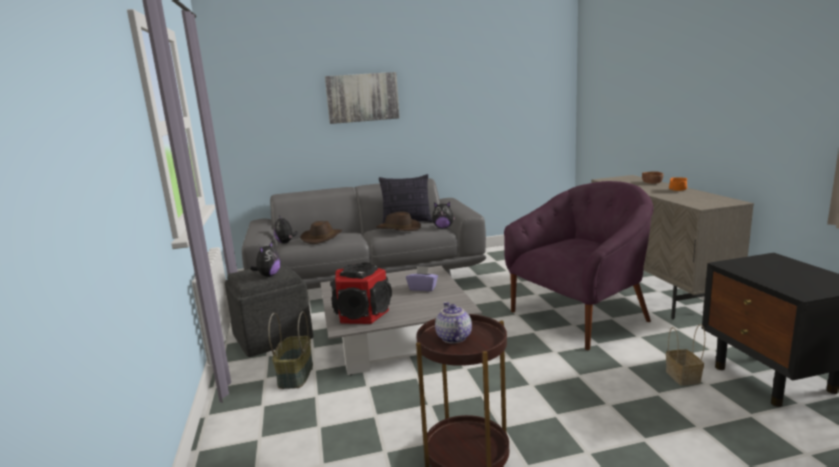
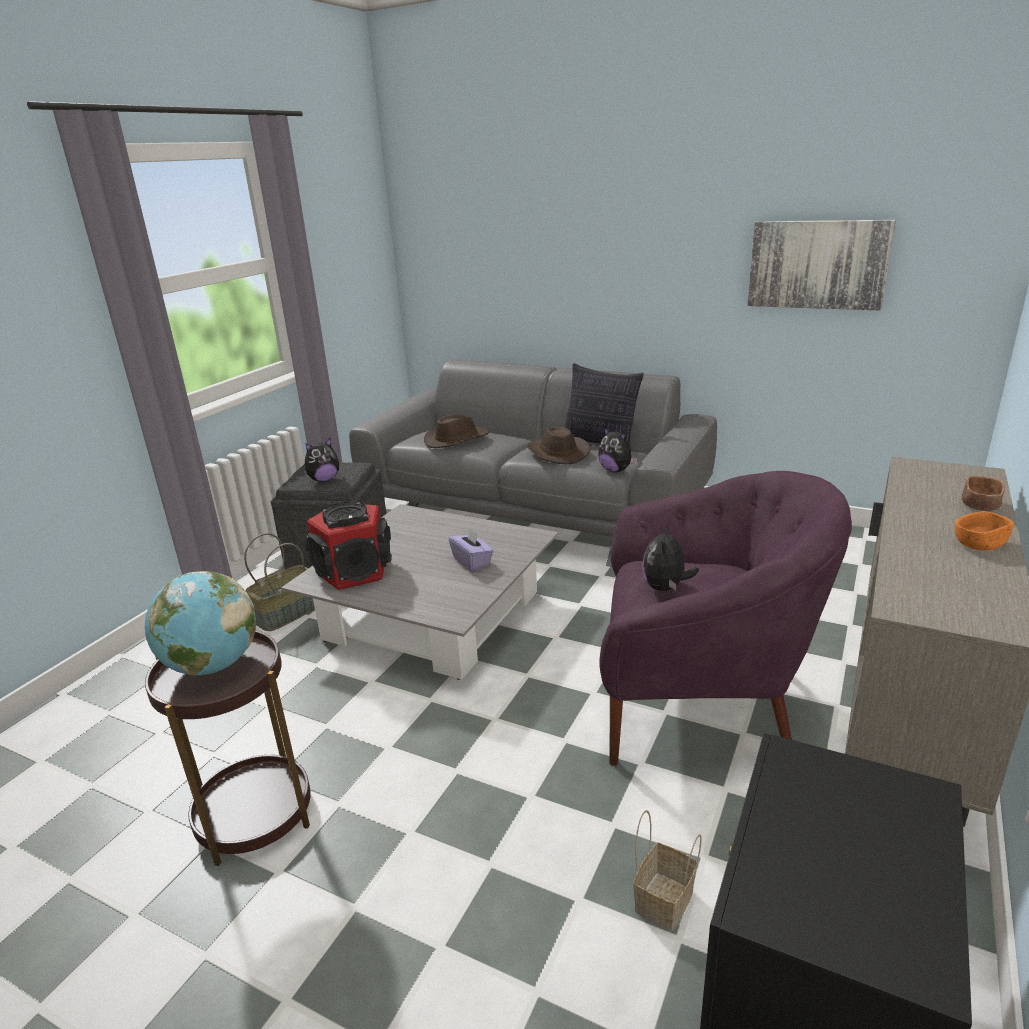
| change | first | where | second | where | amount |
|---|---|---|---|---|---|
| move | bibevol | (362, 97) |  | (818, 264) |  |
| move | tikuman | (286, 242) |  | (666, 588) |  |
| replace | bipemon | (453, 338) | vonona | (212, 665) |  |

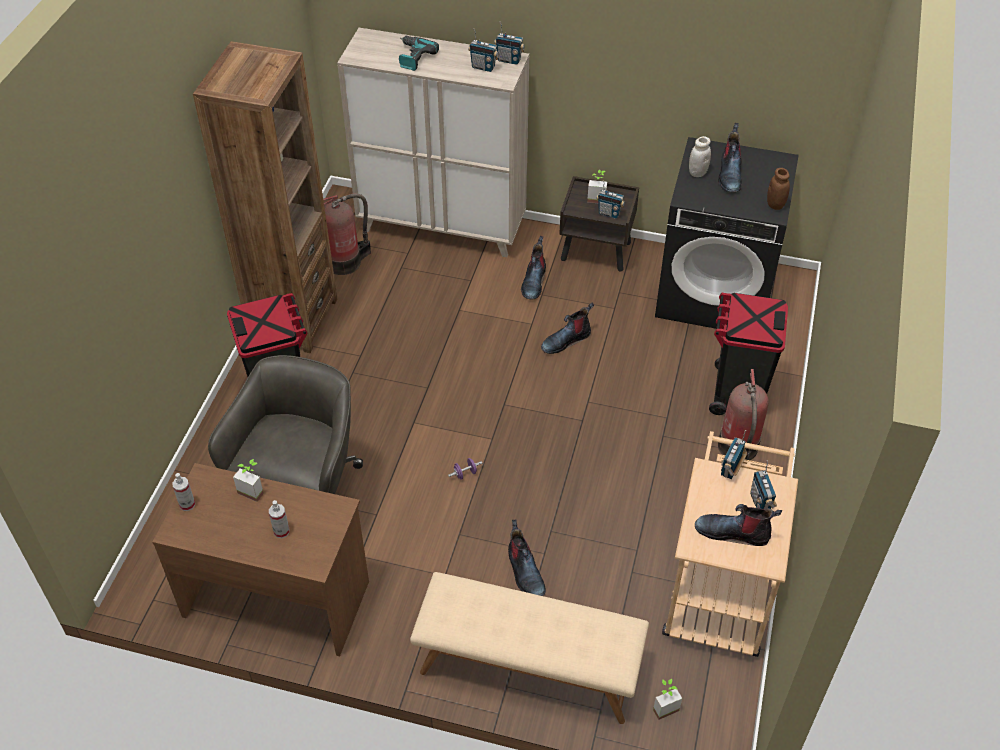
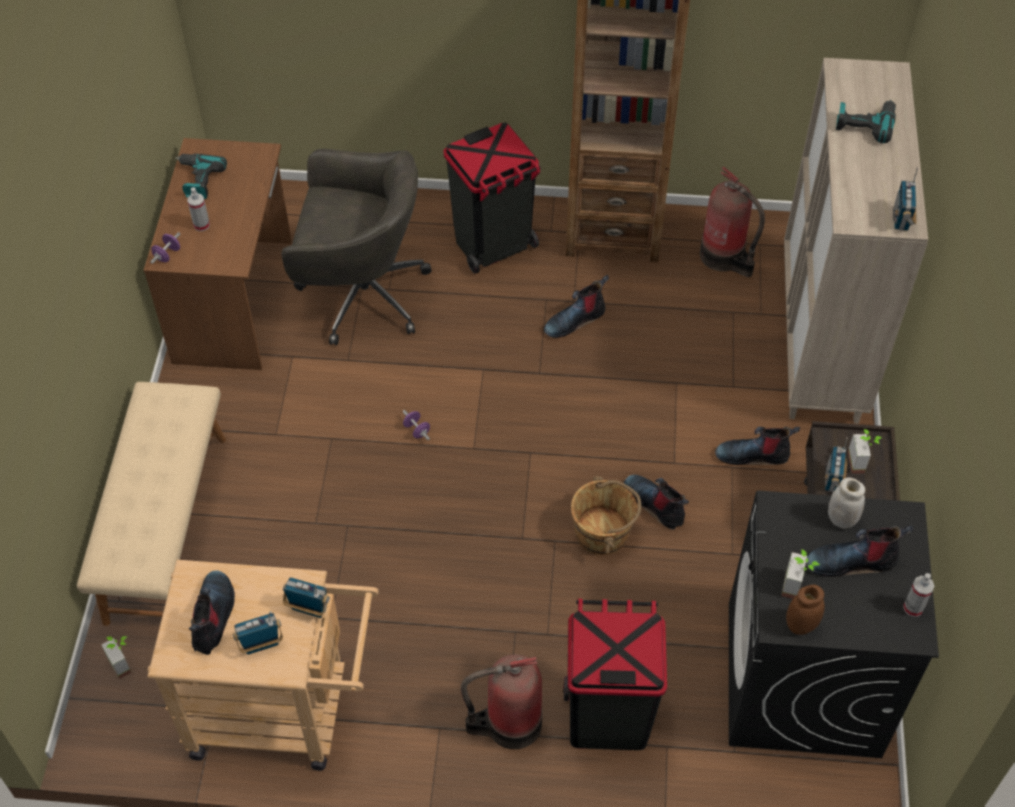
| change | first | where | second | where | amount |
|---|---|---|---|---|---|
| delete | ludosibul | (483, 67) |  |  |  |
| move | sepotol | (253, 489) |  | (797, 586) |  |
| move | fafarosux | (187, 504) |  | (913, 608) |  |
| move | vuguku | (524, 572) |  | (575, 320) |  |
| insert |  |  | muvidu | (198, 180) |  |
| insert |  |  | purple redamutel | (167, 255) |  |
| insert |  |  | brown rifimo | (603, 532) |  |

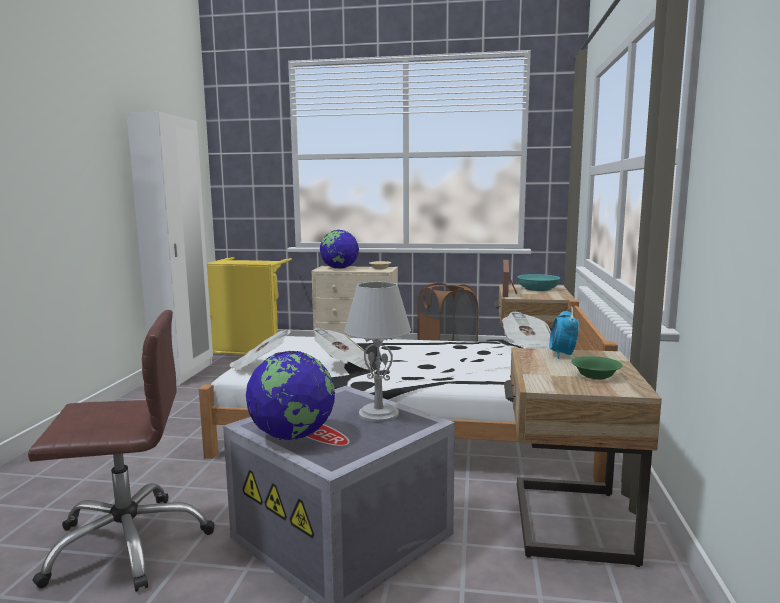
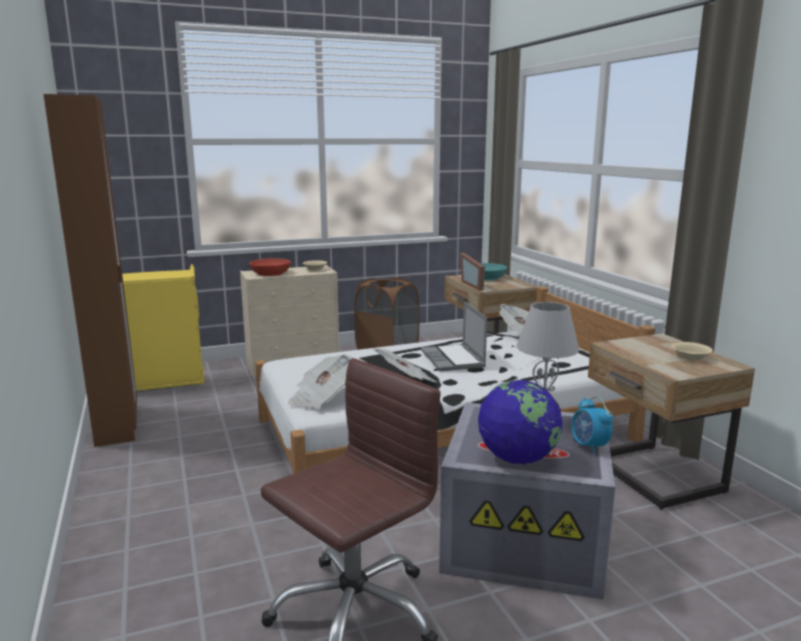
| change | first | where | second | where | amount |
|---|---|---|---|---|---|
| recolor | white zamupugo | (184, 373) | brown zamupugo | (118, 425) |  |
| replace | vonona | (339, 268) | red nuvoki | (270, 273) |  |
| move | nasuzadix | (562, 355) |  | (589, 446) |  |
| recolor | green nuvoki | (596, 376) | beige nuvoki | (690, 358) |  |
| insert |  |  | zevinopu | (453, 359) |  |

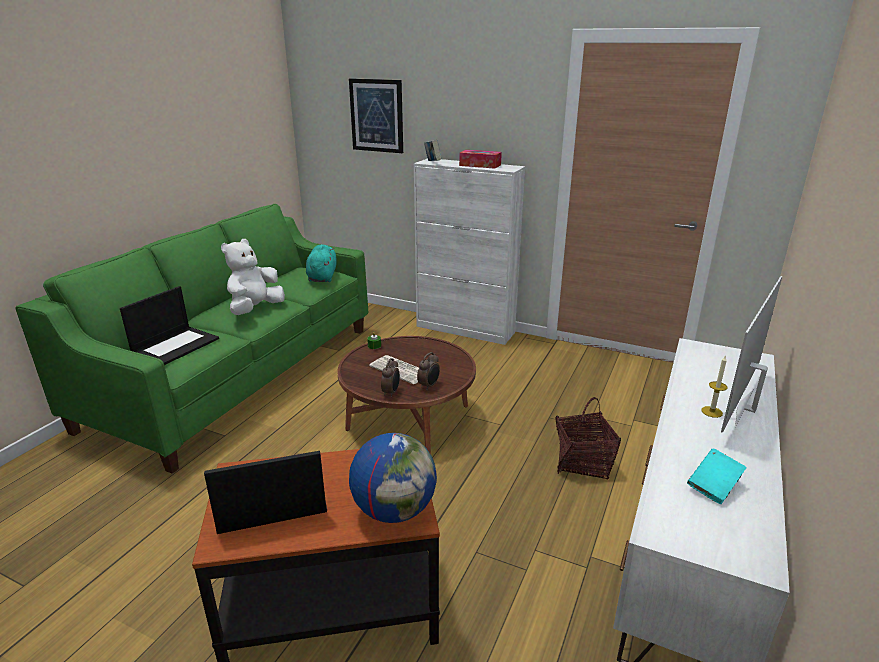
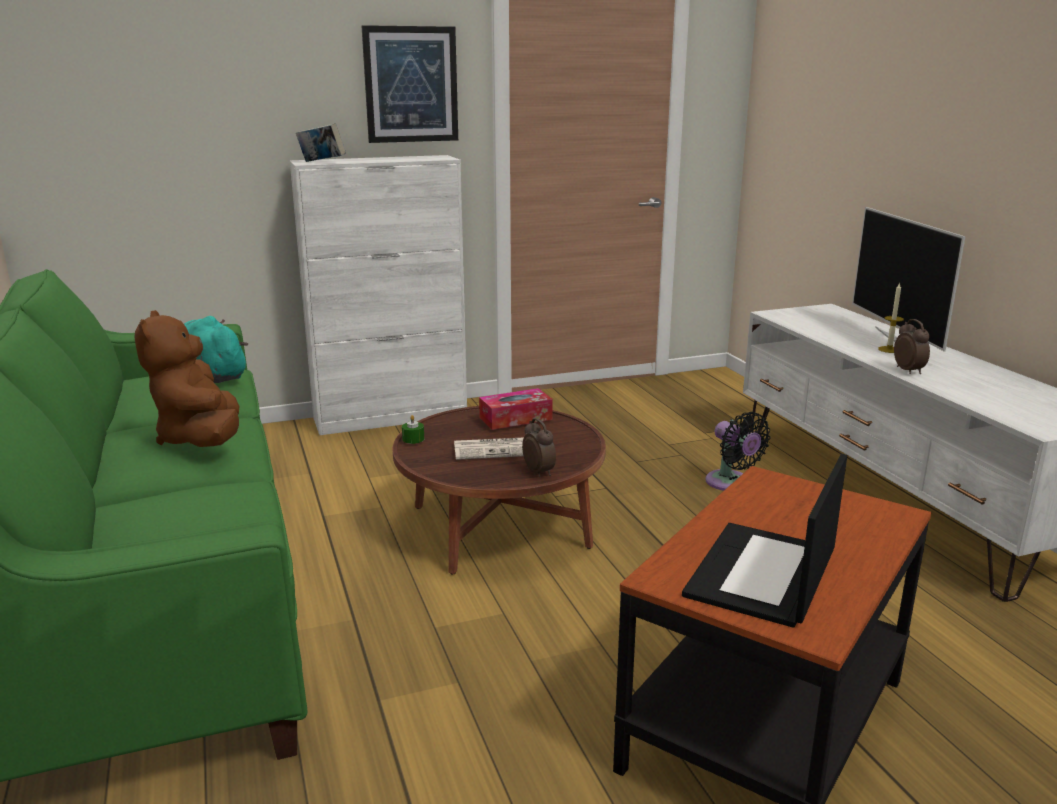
| change | first | where | second | where | amount |
|---|---|---|---|---|---|
| move | bibevol | (377, 115) |  | (411, 84) |  |
| move | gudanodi | (480, 165) |  | (515, 418) |  |
| recolor | white tikuman | (255, 309) | brown tikuman | (201, 439) |  |
| delete | zevinopu | (176, 345) |  |  |  |
| move | nasuzadix | (429, 386) |  | (909, 371) |  |
| replace | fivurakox | (583, 462) | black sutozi | (731, 483) |  |
| delete | vonona | (394, 510) |  |  |  |
| delete | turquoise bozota | (714, 486) |  |  |  |

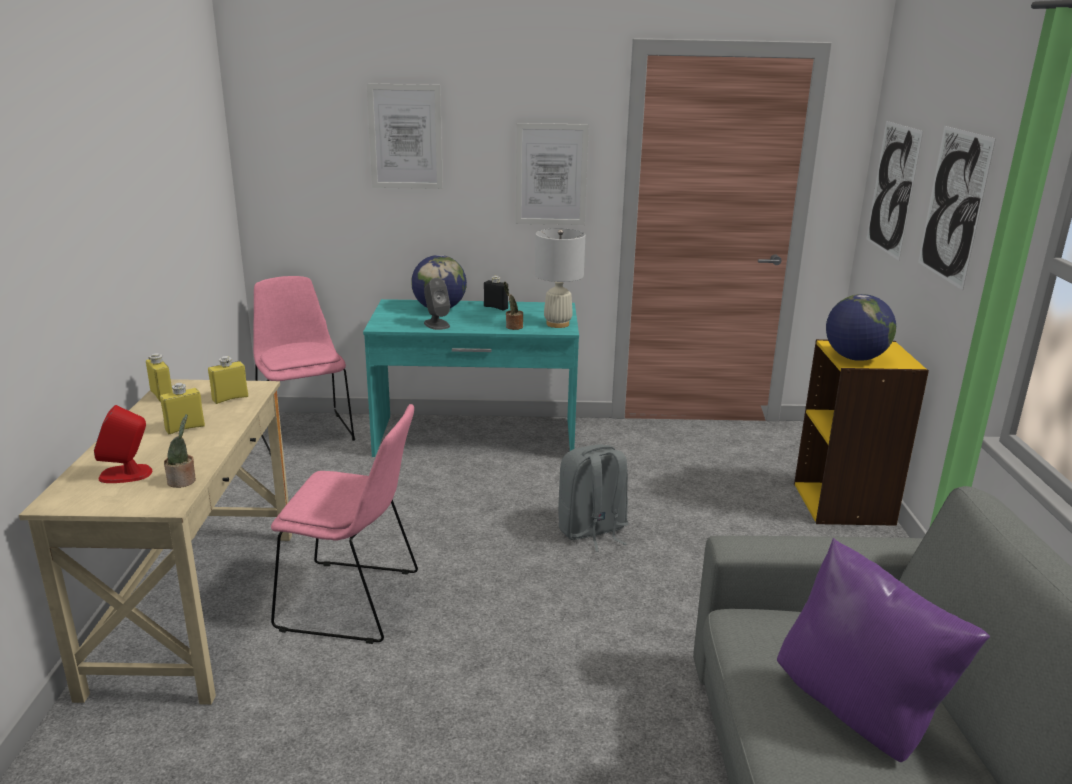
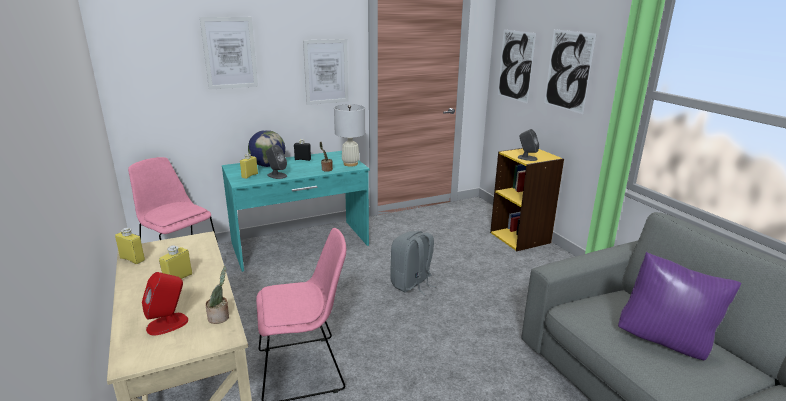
| change | first | where | second | where | amount |
|---|---|---|---|---|---|
| replace | vonona | (855, 358) | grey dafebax | (527, 158) |  |
| move | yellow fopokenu | (230, 398) |  | (249, 175) |  |

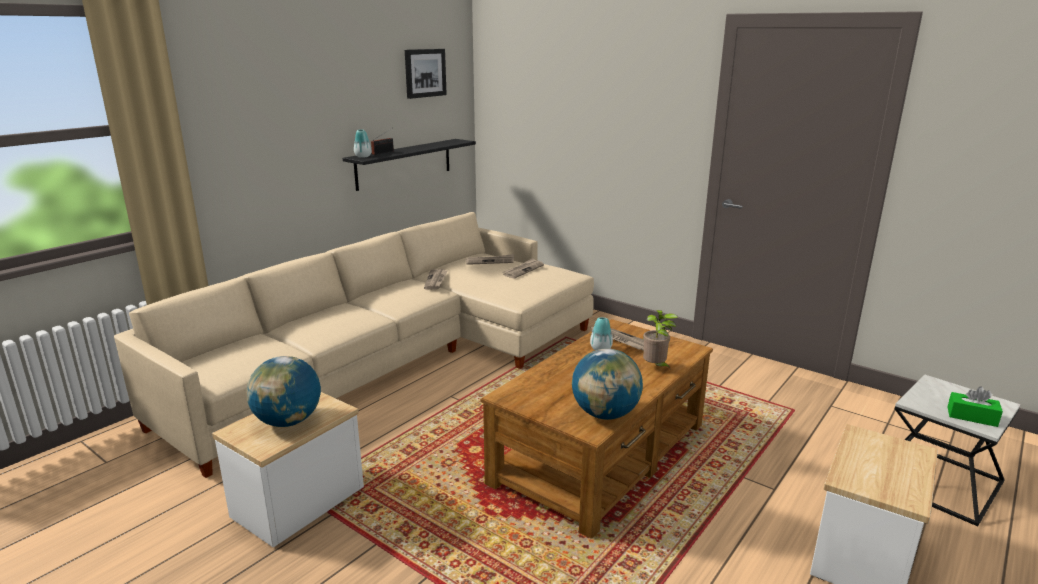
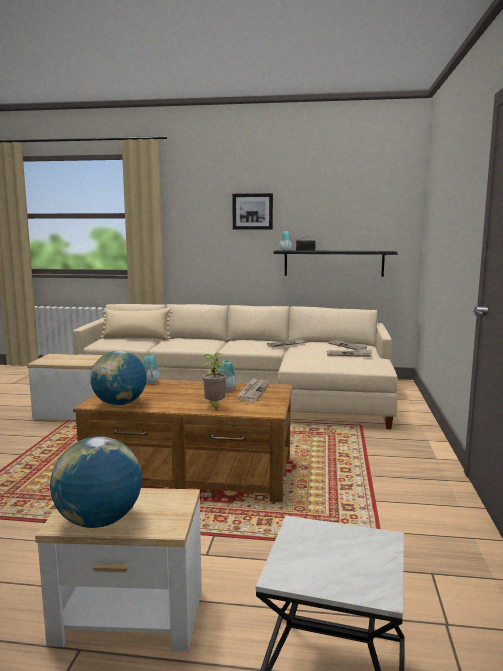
| change | first | where | second | where | amount |
|---|---|---|---|---|---|
| move | bibevol | (424, 73) |  | (252, 211) |  |
| move | vonona | (288, 421) |  | (99, 521) |  |
| delete | green gudanodi | (972, 416) |  |  |  |
| insert |  |  | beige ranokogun | (136, 338) |  |
| insert |  |  | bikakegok | (150, 382) |  |

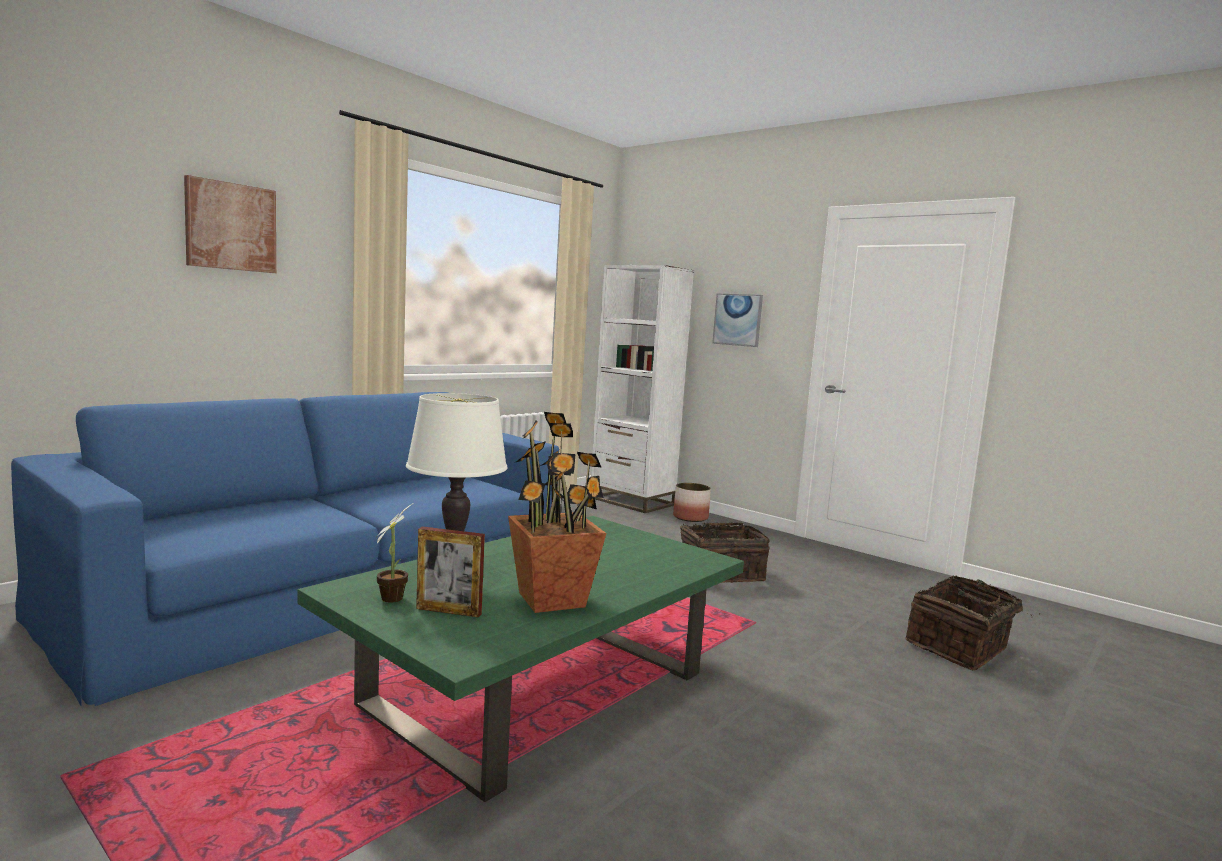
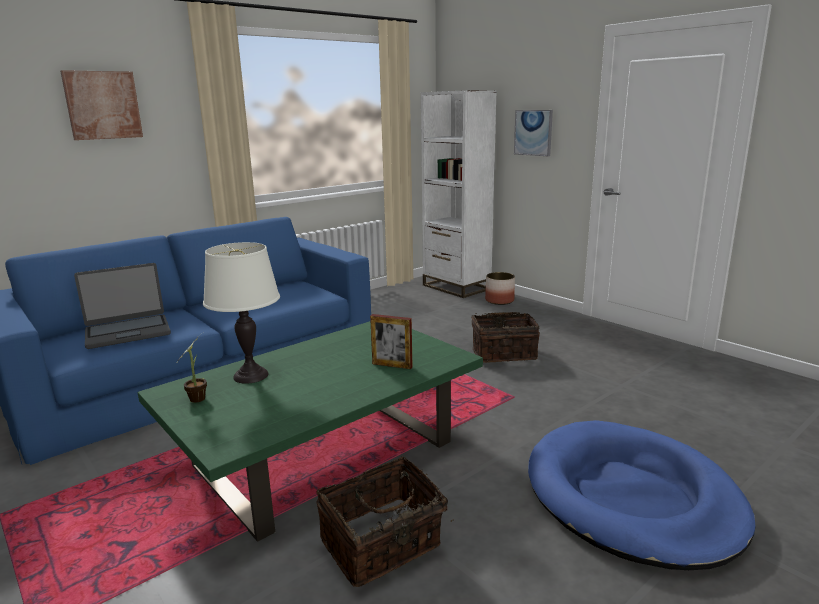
| change | first | where | second | where | amount |
|---|---|---|---|---|---|
| delete | sepotol | (552, 600) |  |  |  |
| move | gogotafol | (448, 611) |  | (392, 365) |  |
| move | fivurakox | (960, 647) |  | (383, 545) |  |
| insert |  |  | zevinopu | (128, 332) |  |
| insert |  |  | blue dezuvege | (631, 497) |  |

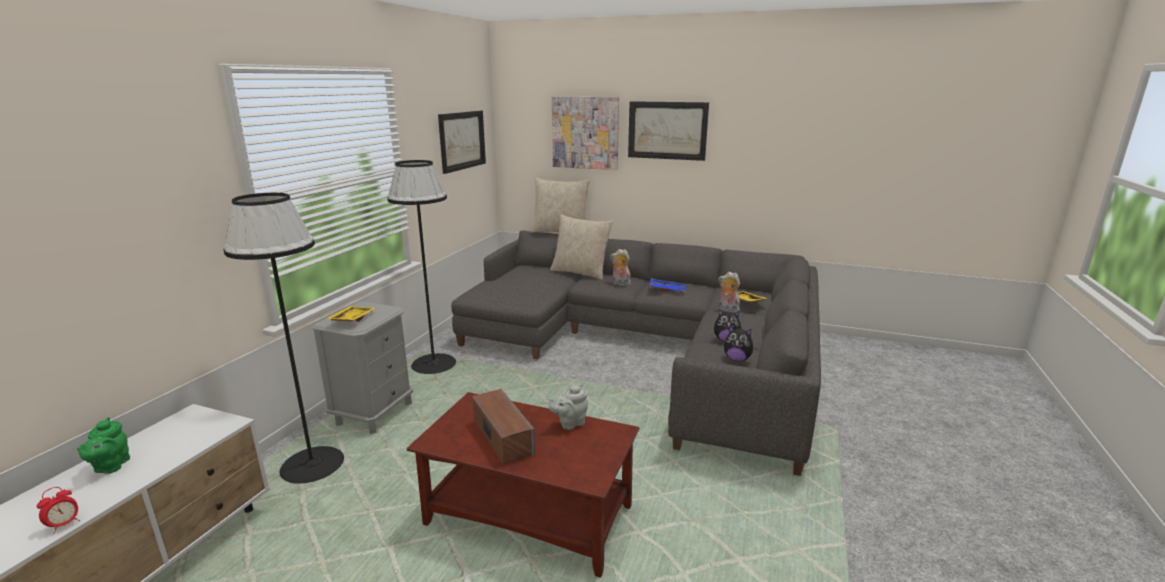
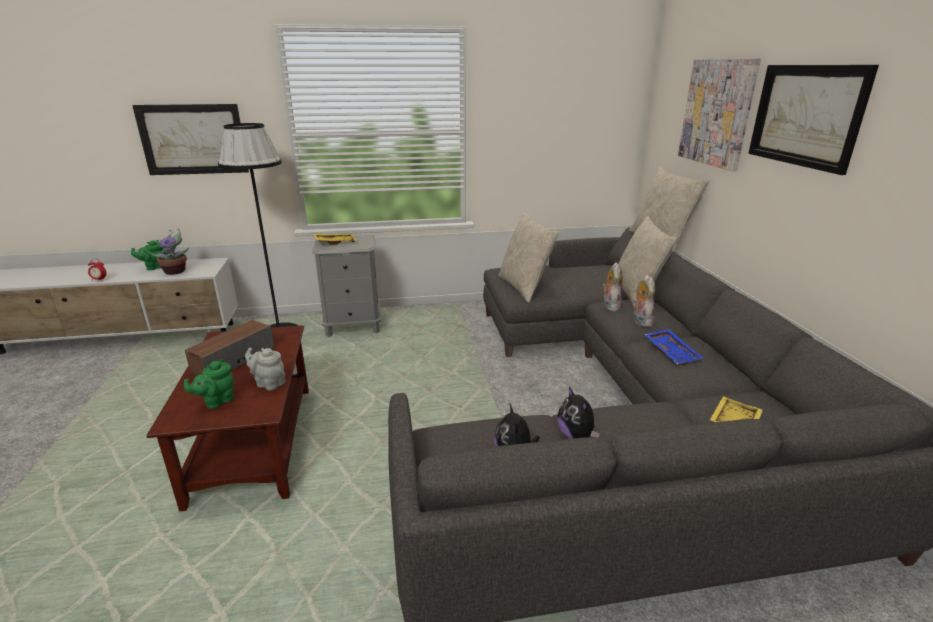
| change | first | where | second | where | amount |
|---|---|---|---|---|---|
| move | bibevol | (462, 140) |  | (193, 139) |  |
| delete | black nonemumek | (434, 364) |  |  |  |
| move | tikuman | (727, 310) |  | (610, 306) |  |
| insert |  |  | beige ranokogun | (524, 287) |  |
| insert |  |  | sepotol | (176, 271) |  |
| insert |  |  | green bipemon | (216, 401) |  |

